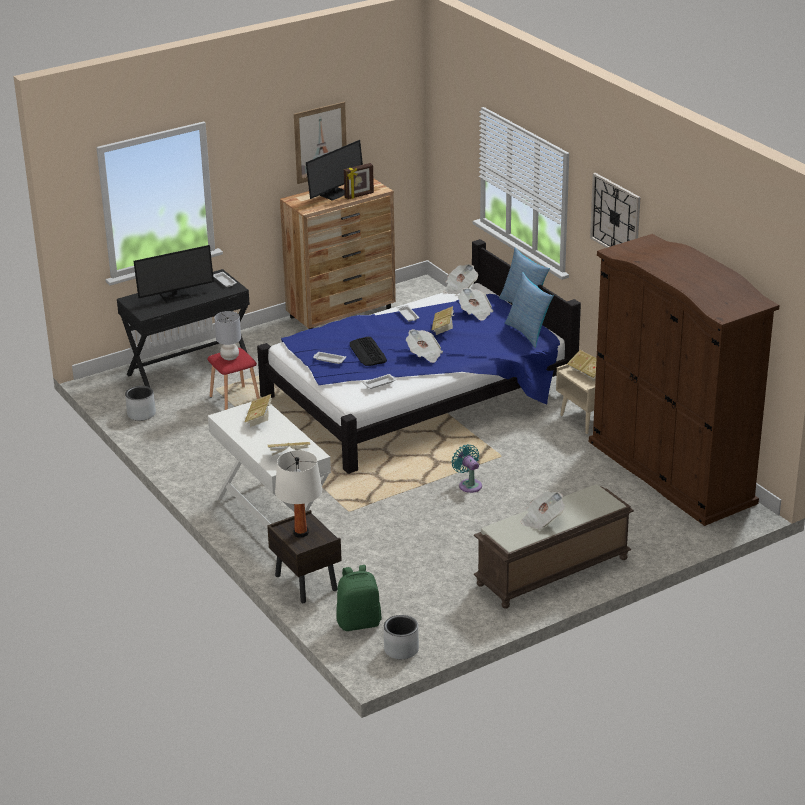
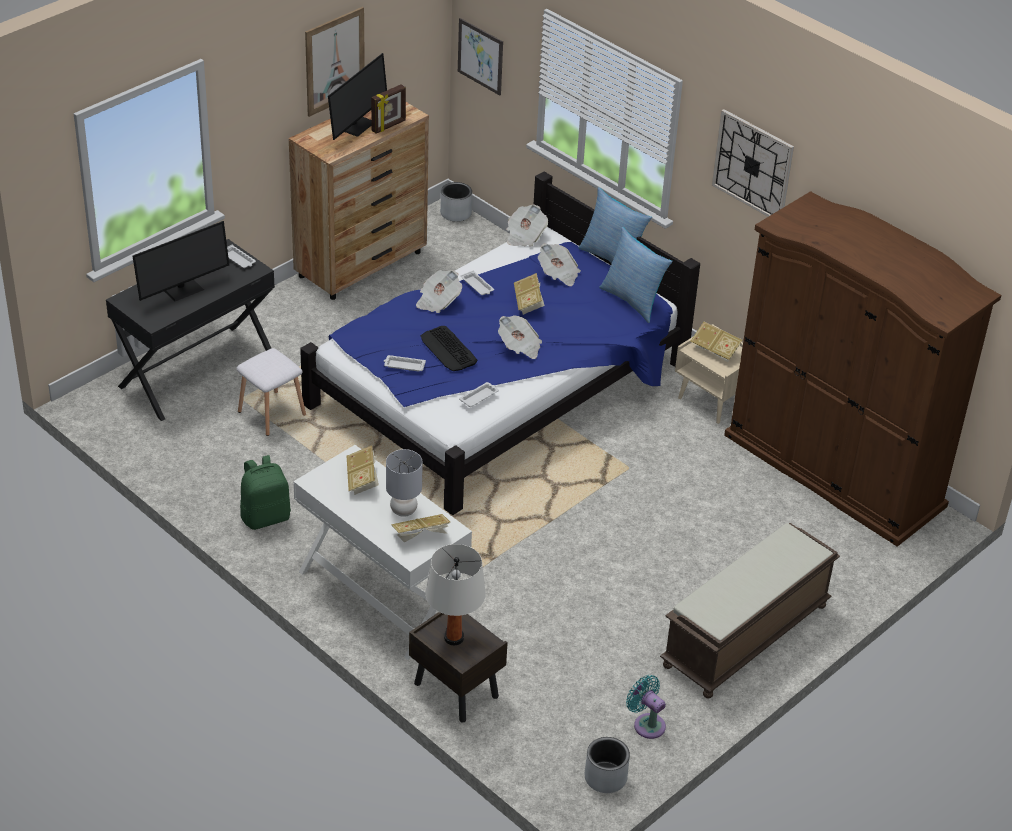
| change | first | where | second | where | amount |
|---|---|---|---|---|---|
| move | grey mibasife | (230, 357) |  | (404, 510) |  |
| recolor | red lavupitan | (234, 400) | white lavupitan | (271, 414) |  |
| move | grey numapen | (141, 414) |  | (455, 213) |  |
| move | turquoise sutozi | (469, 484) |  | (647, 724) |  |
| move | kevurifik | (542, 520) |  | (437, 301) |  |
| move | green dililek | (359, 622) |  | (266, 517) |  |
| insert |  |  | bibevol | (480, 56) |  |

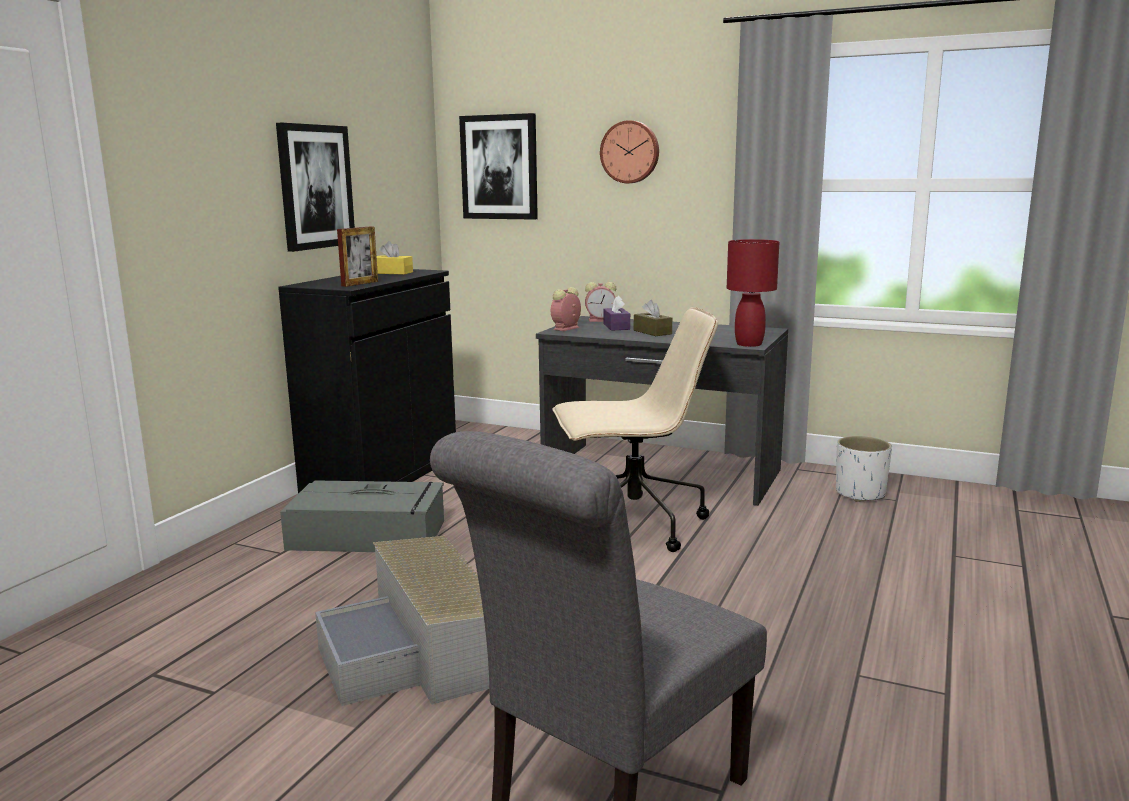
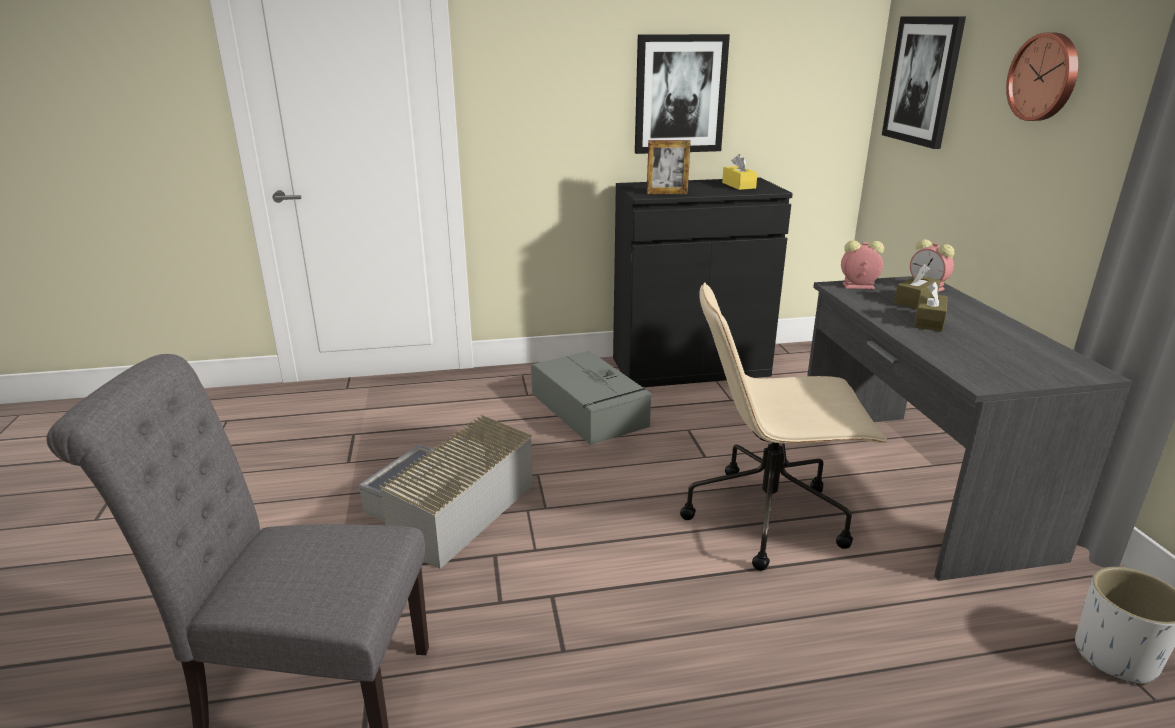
| change | first | where | second | where | amount |
|---|---|---|---|---|---|
| delete | red mibasife | (748, 344) |  |  |  |
| recolor | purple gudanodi | (616, 327) | brown gudanodi | (915, 301) |  |
| rotate | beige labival | (631, 525) |  | (769, 517) | 135 degrees clockwise |

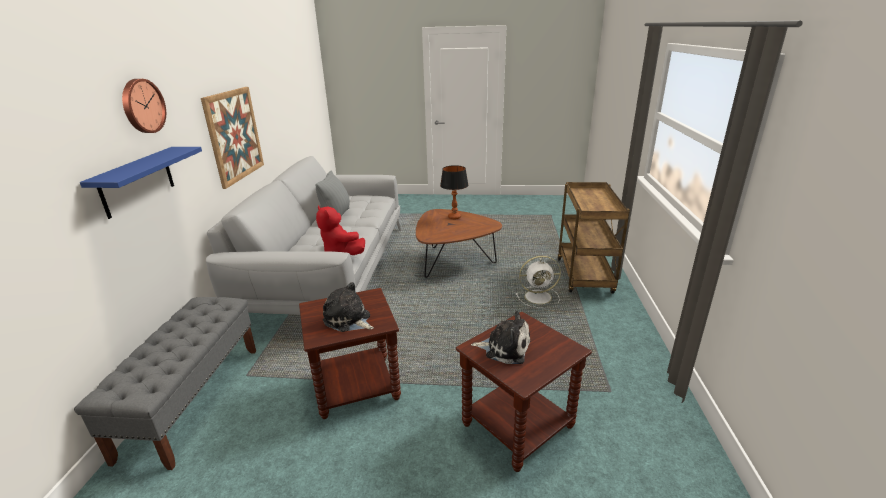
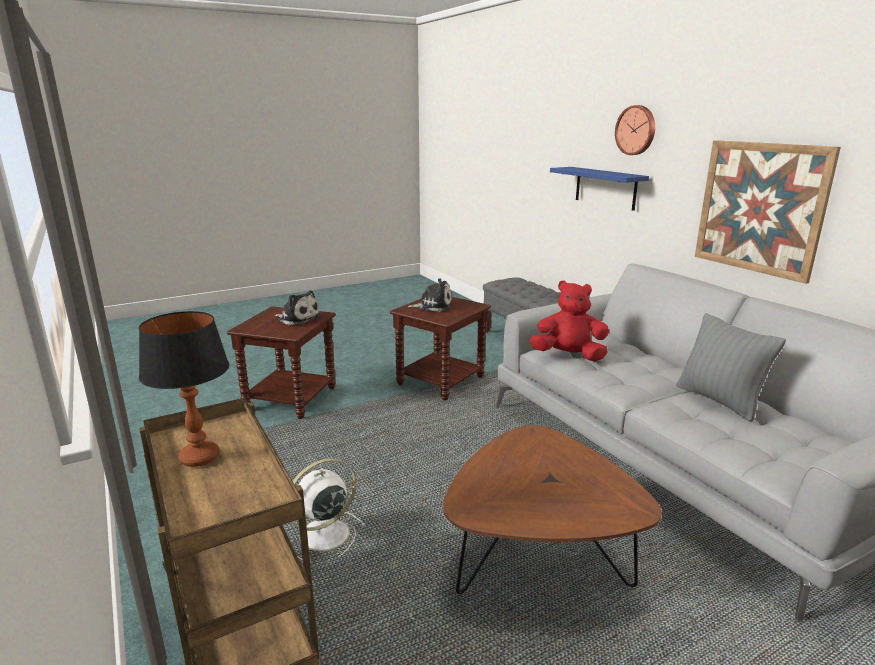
| change | first | where | second | where | amount |
|---|---|---|---|---|---|
| move | mibasife | (454, 217) |  | (200, 457) |  |
| rotate | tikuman | (504, 348) |  | (297, 318) | 135 degrees counterclockwise |

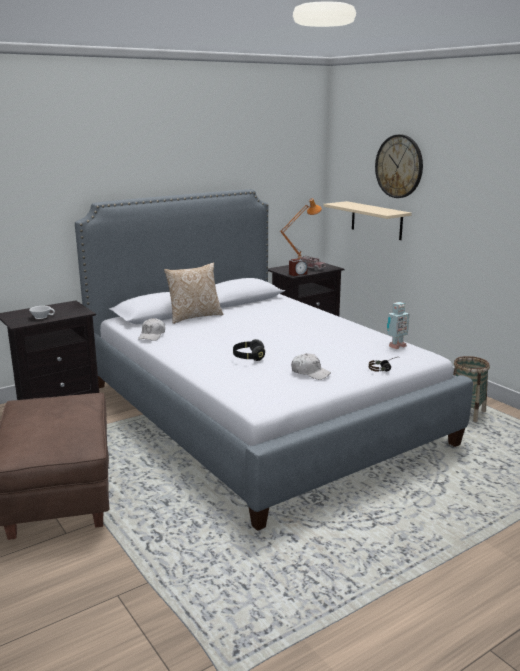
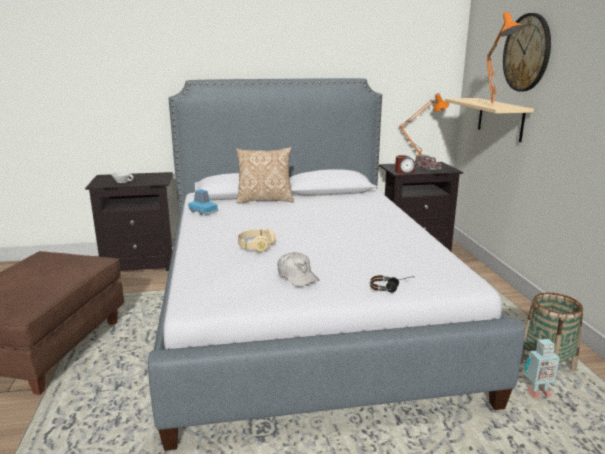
| change | first | where | second | where | amount |
|---|---|---|---|---|---|
| move | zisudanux | (396, 346) |  | (537, 392) |  |
| replace | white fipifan | (152, 335) | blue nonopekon | (203, 211) |  |
| recolor | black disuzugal | (248, 357) | beige disuzugal | (256, 247) |  |
| insert |  |  | orange mibasife | (493, 105) |  |

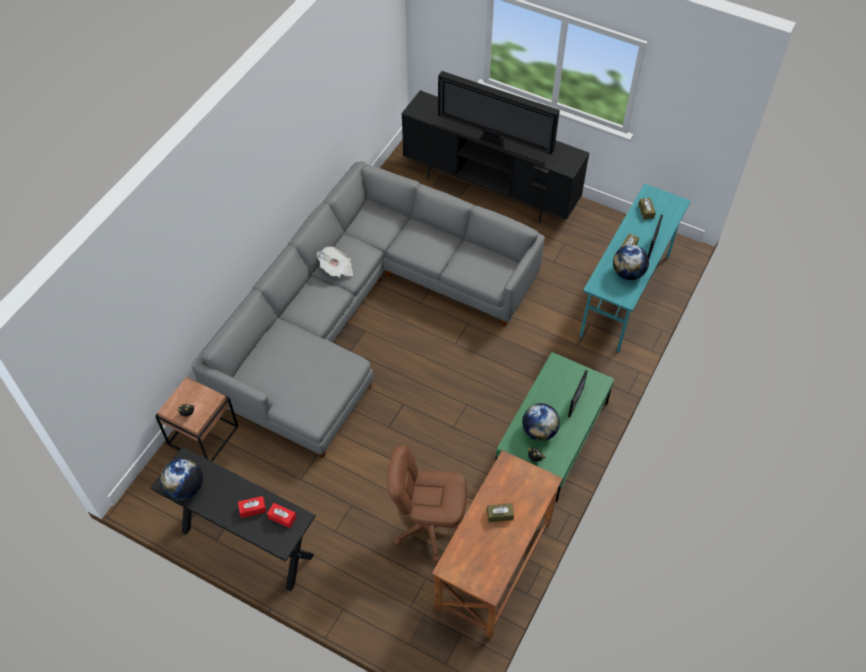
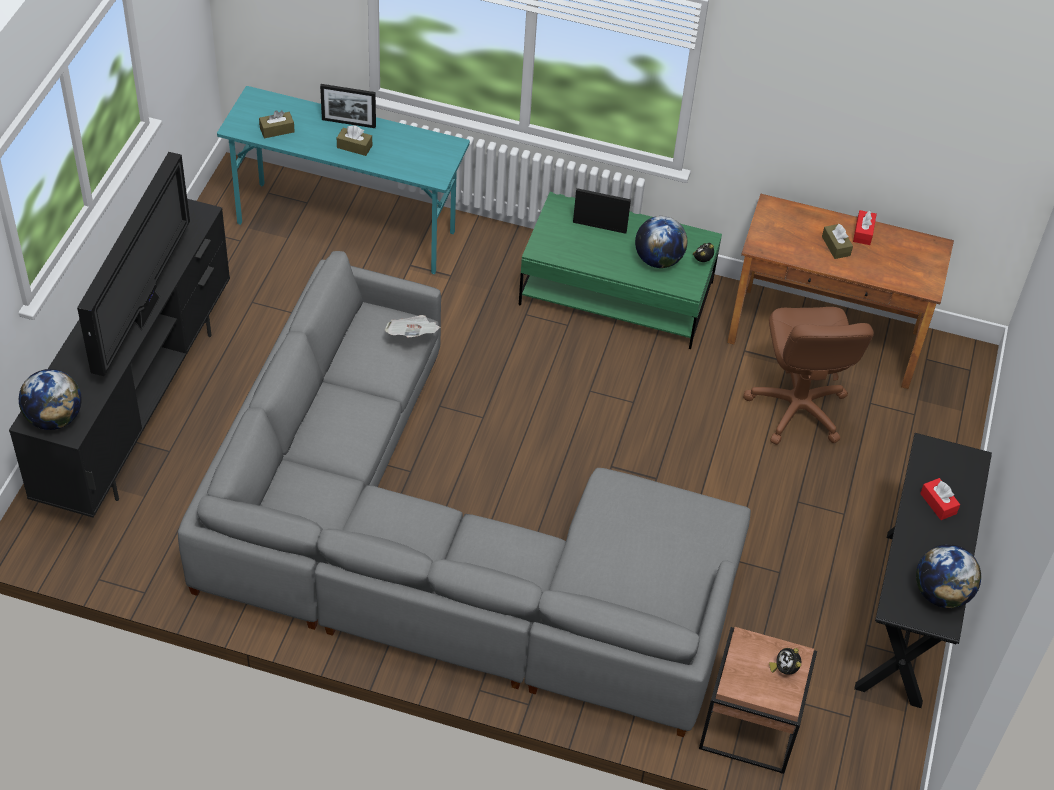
| change | first | where | second | where | amount |
|---|---|---|---|---|---|
| move | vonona | (628, 273) |  | (54, 418) |  |
| move | kevurifik | (336, 269) |  | (412, 336) |  |
| move | red gudanodi | (282, 517) |  | (863, 232) |  |

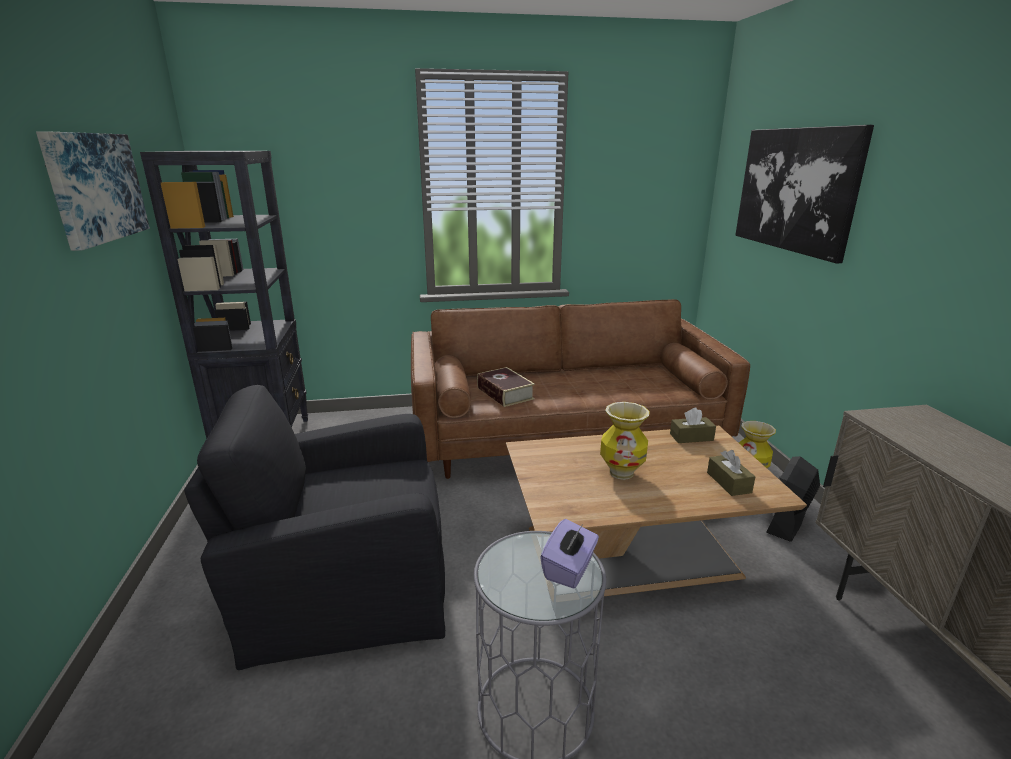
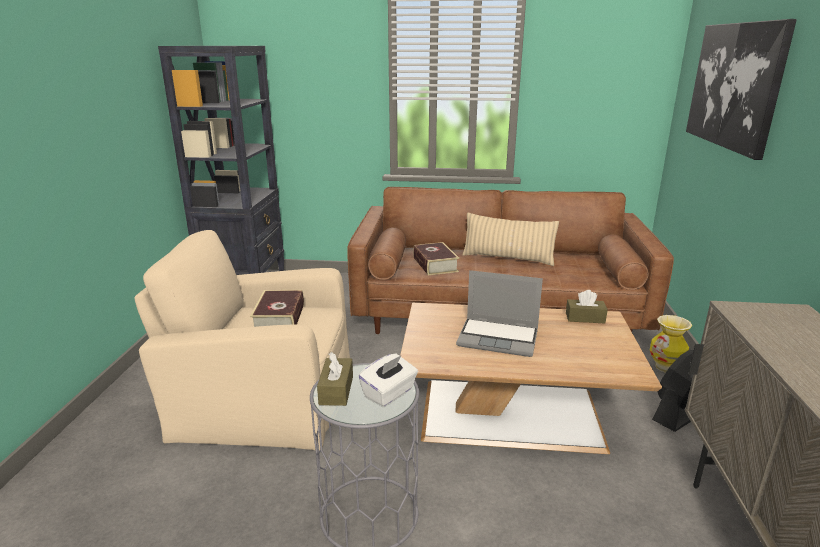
| change | first | where | second | where | amount |
|---|---|---|---|---|---|
| delete | bibevol | (95, 187) |  |  |  |
| recolor | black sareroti | (345, 581) | beige sareroti | (263, 397) |  |
| replace | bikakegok | (621, 473) | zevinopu | (499, 338) |  |
| move | brown gudanodi | (728, 482) |  | (336, 390) |  |
| recolor | purple gudanodi | (569, 569) | white gudanodi | (389, 393) |  |
| insert |  |  | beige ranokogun | (508, 258) |  |
| insert |  |  | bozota | (279, 319) |  |

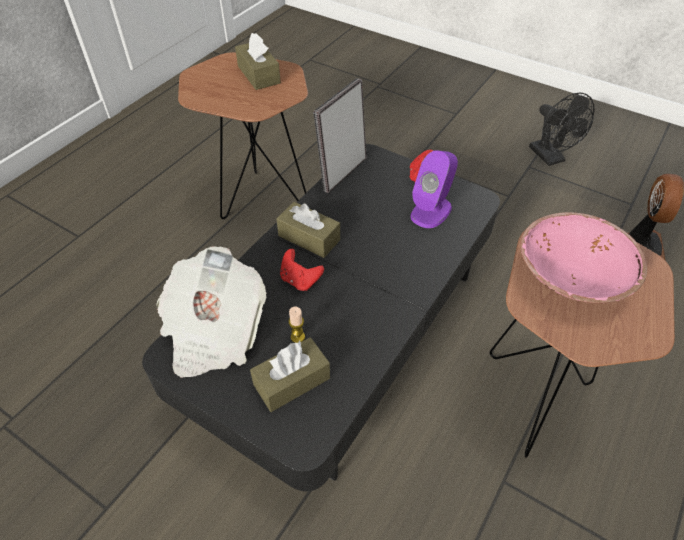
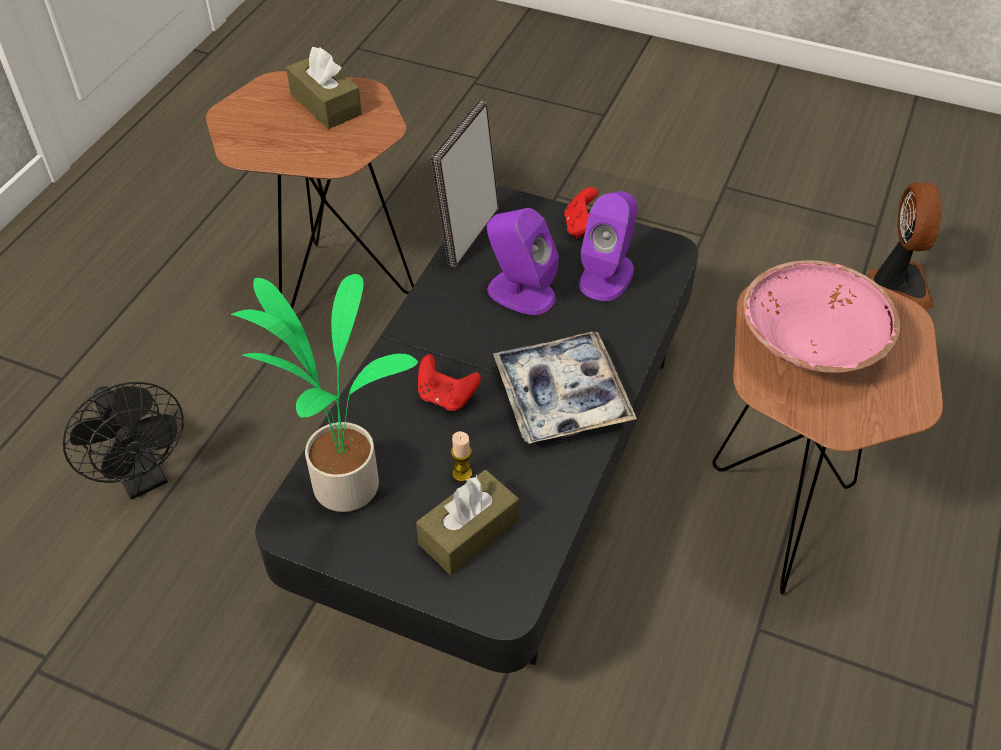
| change | first | where | second | where | amount |
|---|---|---|---|---|---|
| move | black sutozi | (550, 158) |  | (143, 477) |  |
| delete | brown gudanodi | (309, 238) |  |  |  |
| replace | kevurifik | (213, 331) | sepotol | (344, 483) |  |
| insert |  |  | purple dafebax | (520, 292) |  |
| insert |  |  | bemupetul | (562, 396) |  |

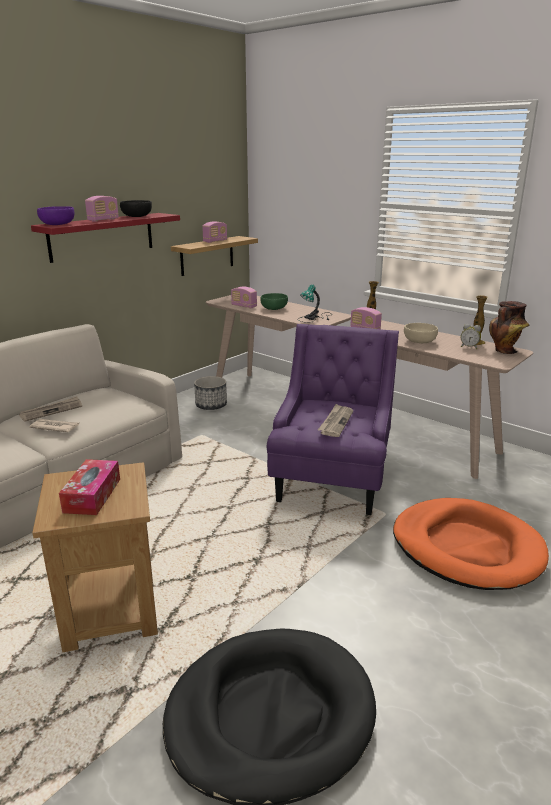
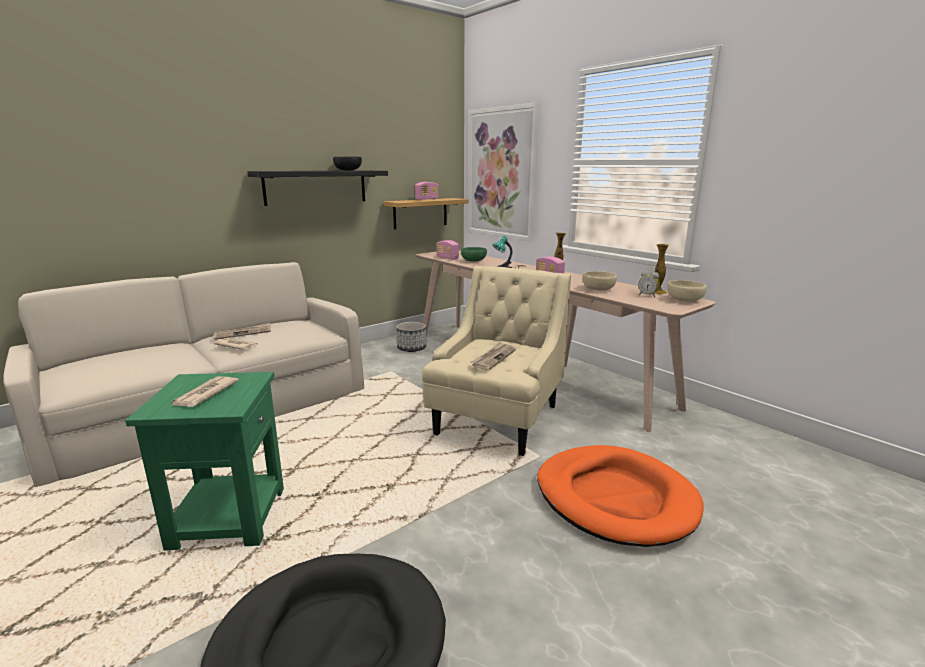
| change | first | where | second | where | amount |
|---|---|---|---|---|---|
| delete | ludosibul | (103, 220) |  |  |  |
| delete | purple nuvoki | (58, 224) |  |  |  |
| recolor | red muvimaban | (102, 236) | black muvimaban | (316, 187) |  |
| replace | bikakegok | (504, 351) | beige nuvoki | (684, 300) |  |
| recolor | purple sareroti | (332, 481) | beige sareroti | (497, 421) |  |
| replace | gudanodi | (92, 495) | kevurifik | (204, 394) |  |
| recolor | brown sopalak | (110, 610) | green sopalak | (229, 517) |  |
| insert |  |  | bibevol | (502, 173) |  |

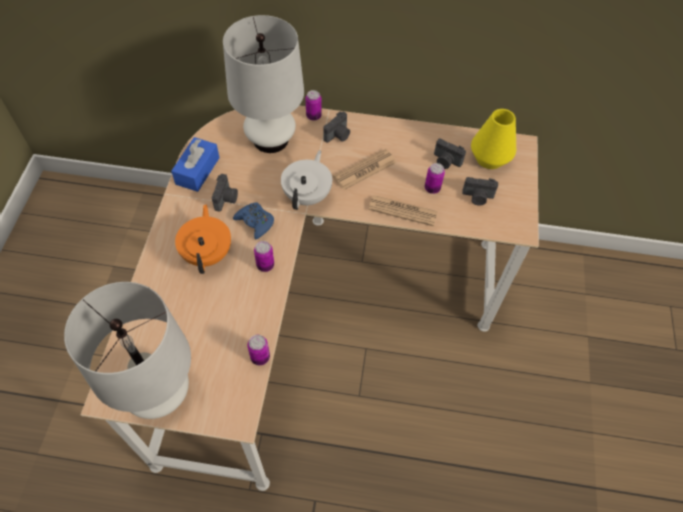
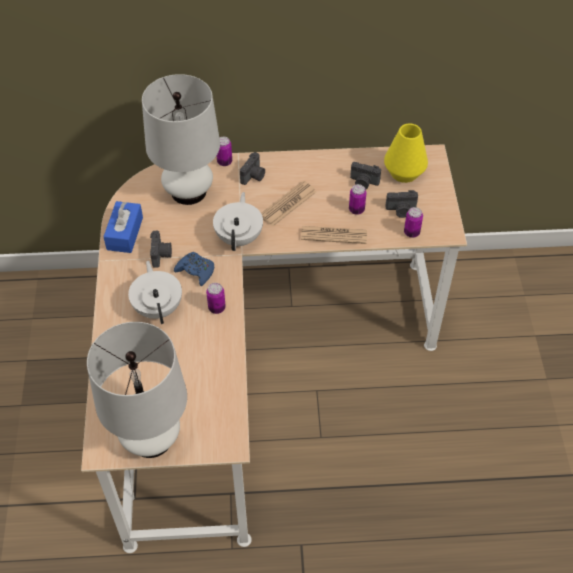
| change | first | where | second | where | amount |
|---|---|---|---|---|---|
| recolor | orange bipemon | (208, 253) | white bipemon | (158, 307) |  |
| move | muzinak | (260, 357) |  | (411, 232) |  |

